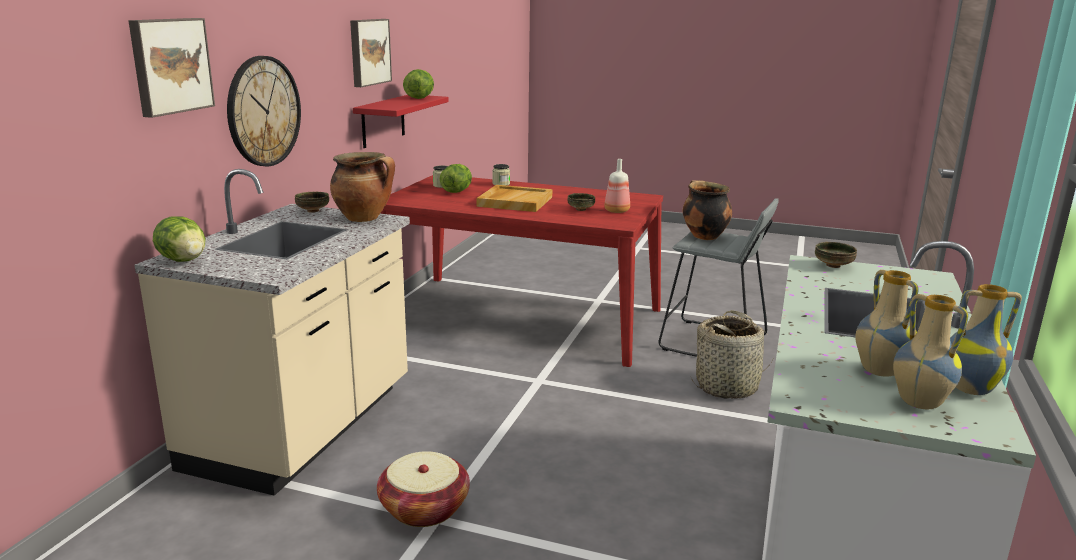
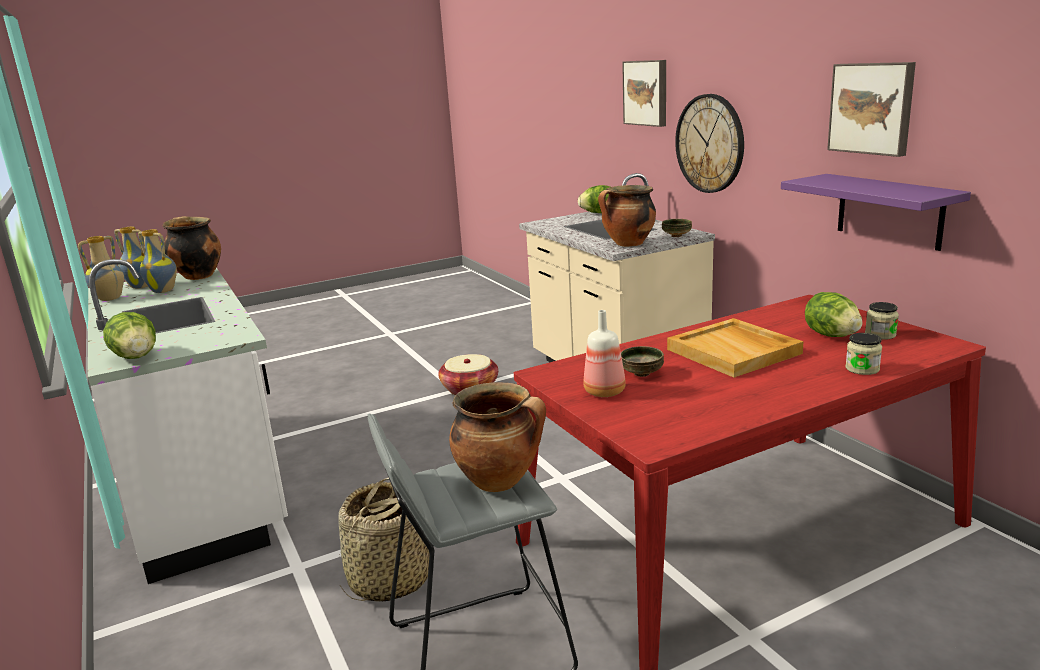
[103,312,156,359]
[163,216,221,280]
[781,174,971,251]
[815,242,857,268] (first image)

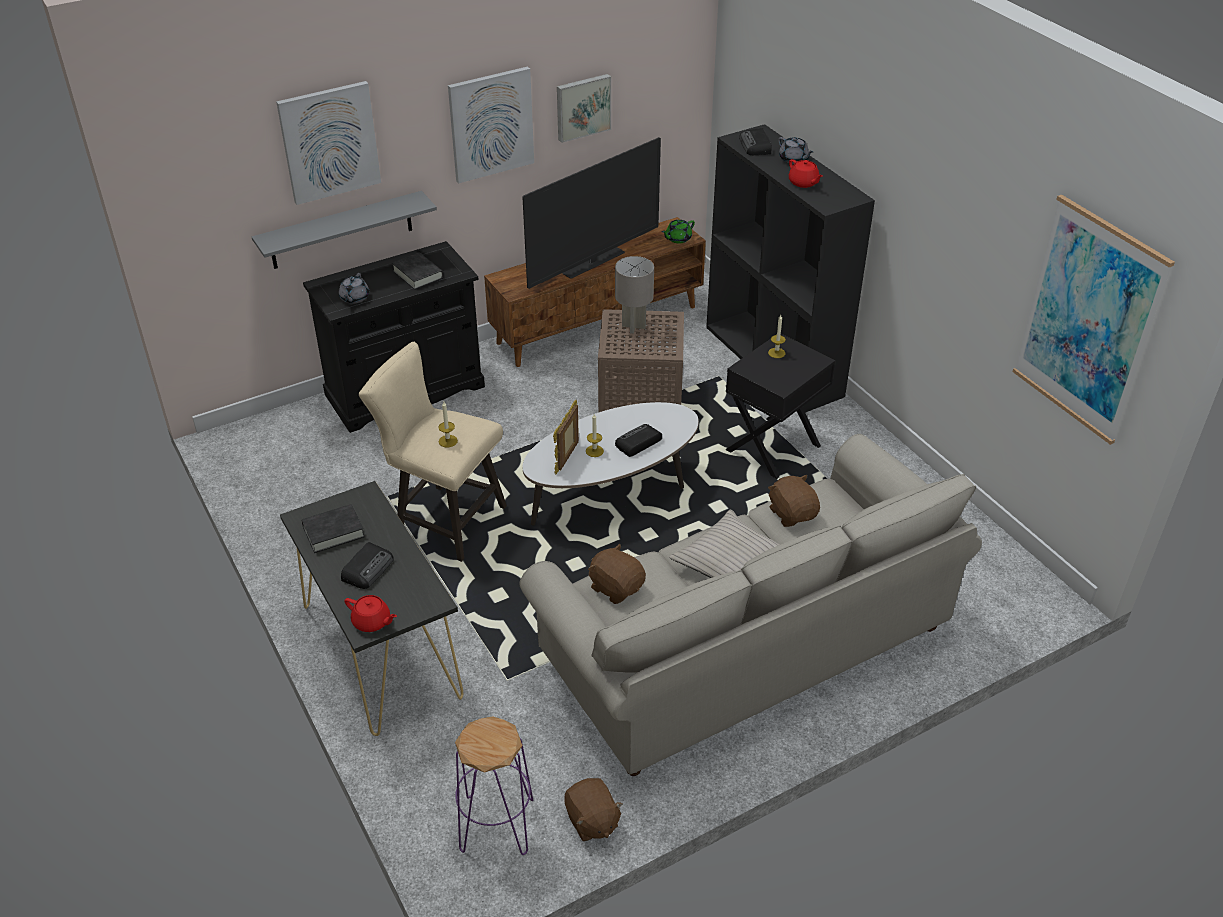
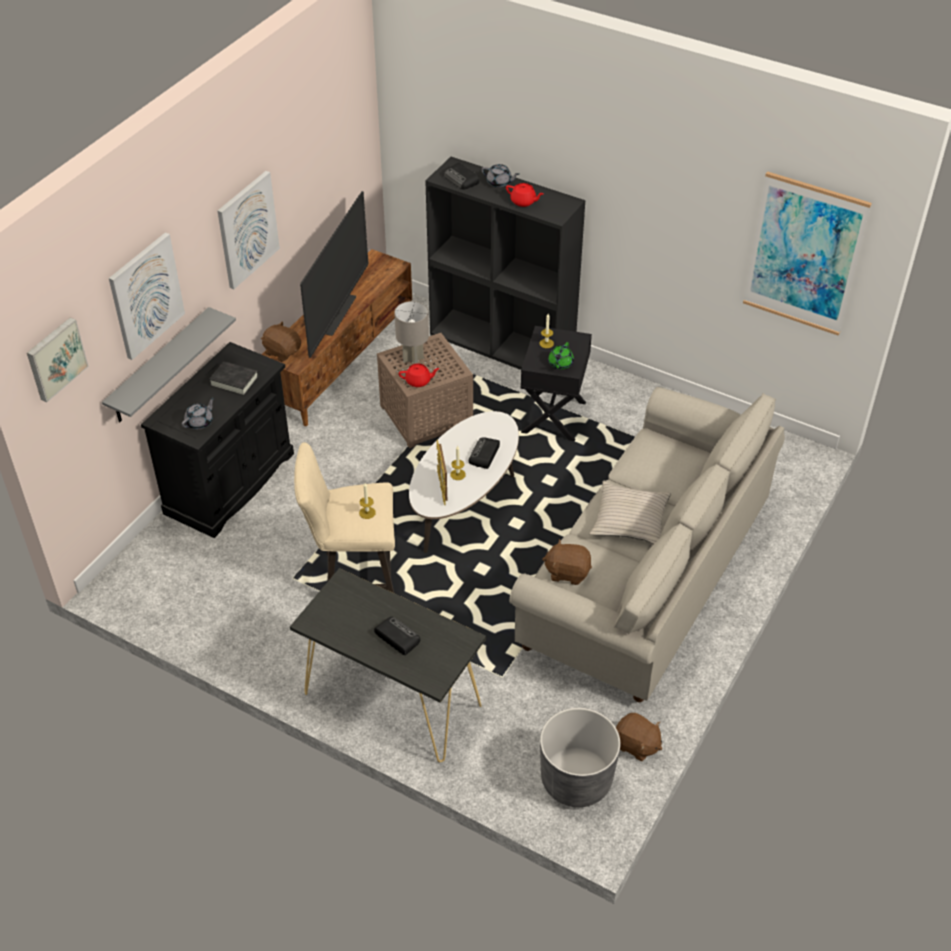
[27,317,89,402]
[182,397,214,429]
[261,321,301,362]
[374,617,420,655]
[399,363,440,387]
[540,708,620,807]
[548,342,574,369]
[301,504,365,553] (first image)

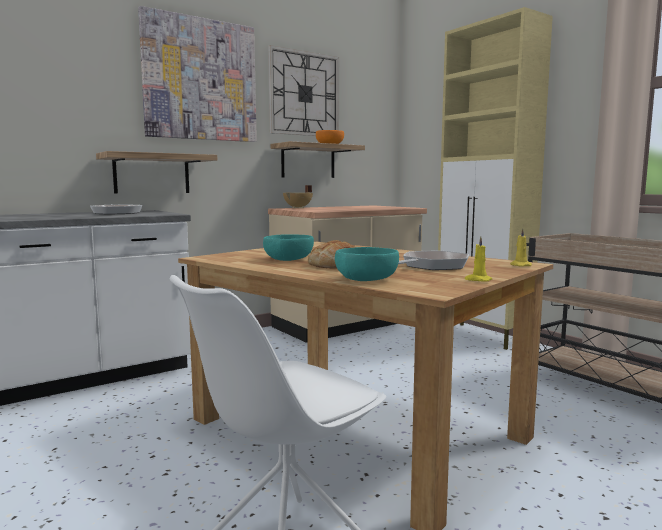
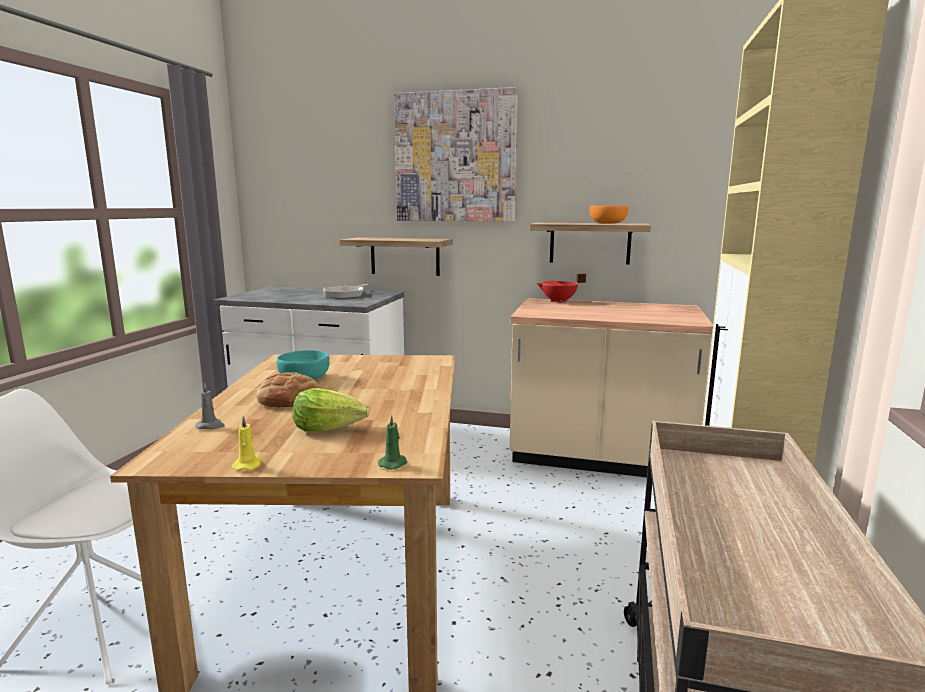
[195,384,225,429]
[293,388,370,432]
[378,415,407,470]
[537,274,586,303]
[268,45,339,136] (first image)

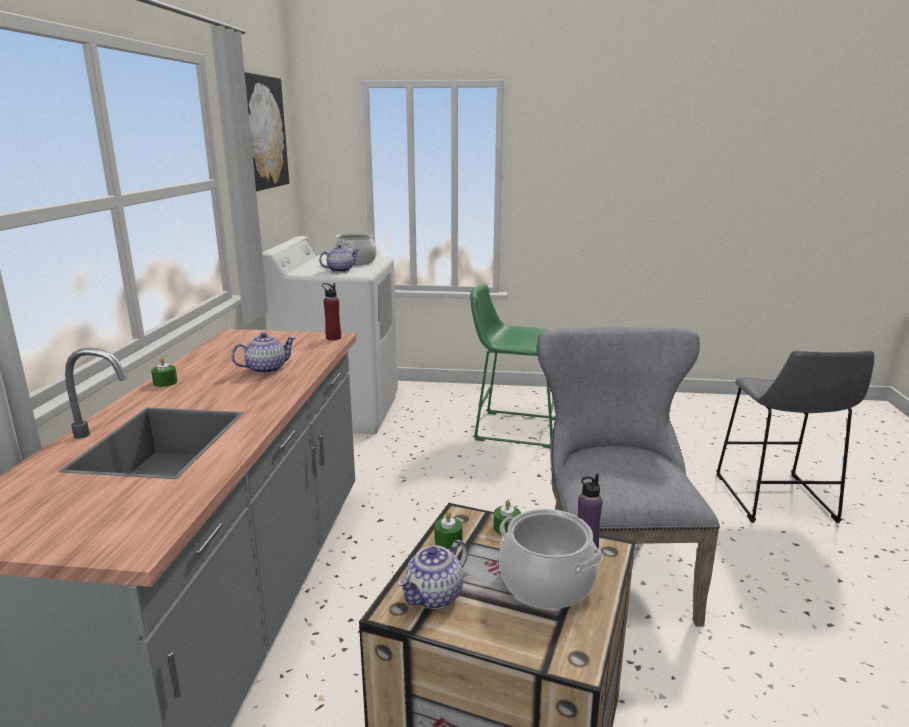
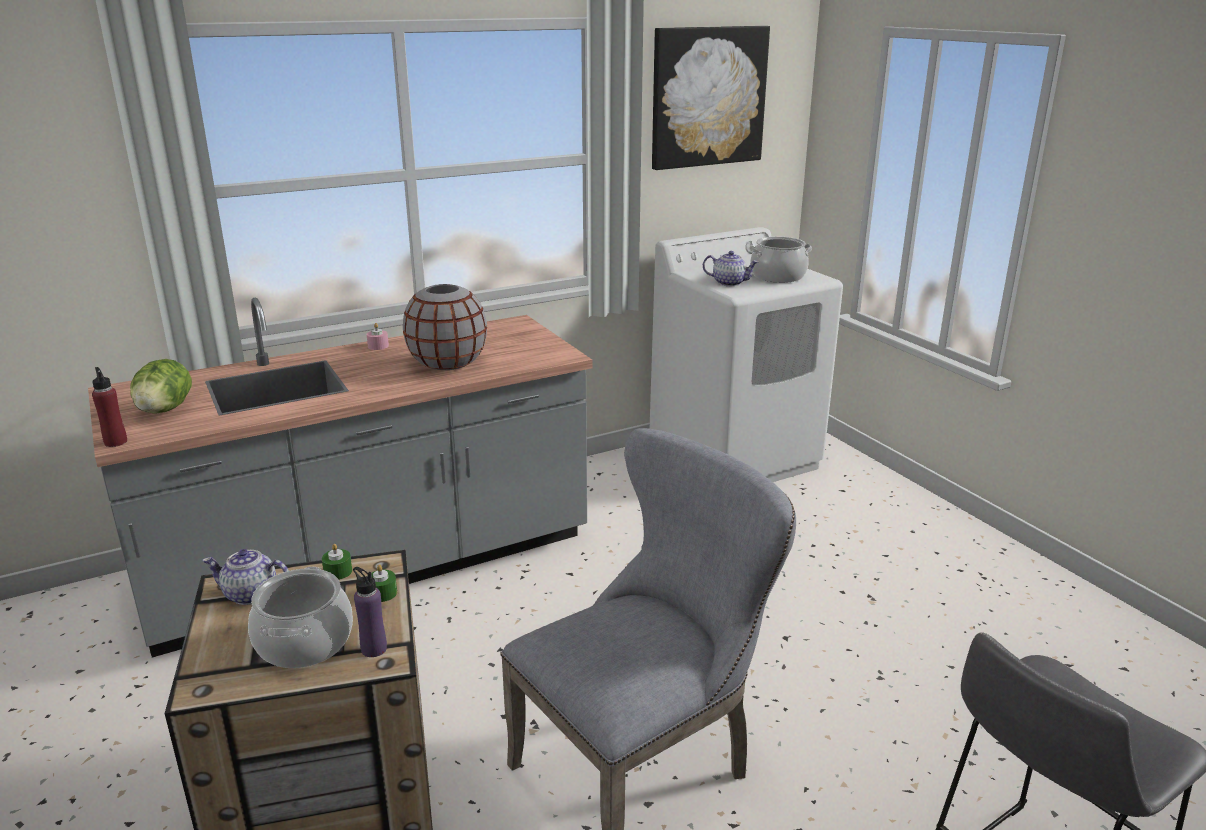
[92,367,127,447]
[130,359,192,414]
[366,323,389,350]
[403,284,487,370]
[470,284,556,448] (first image)

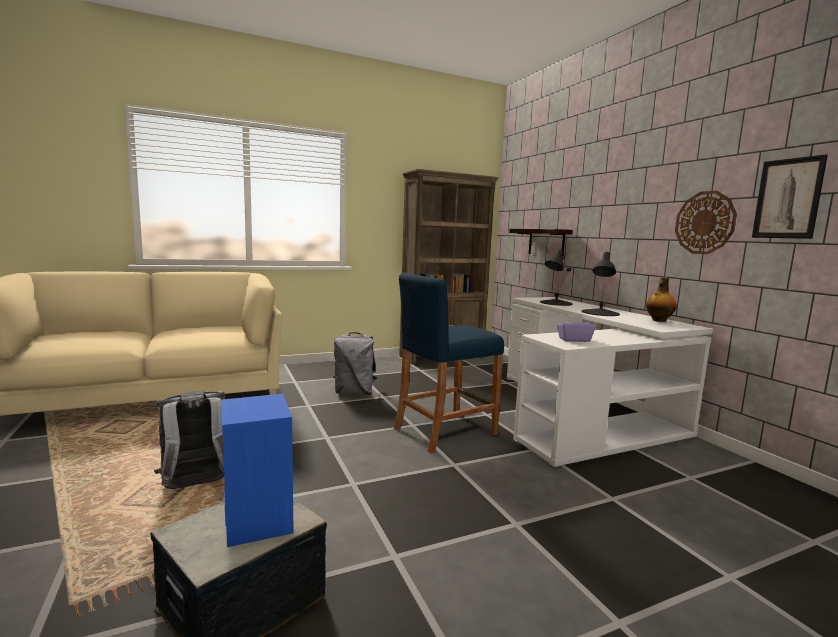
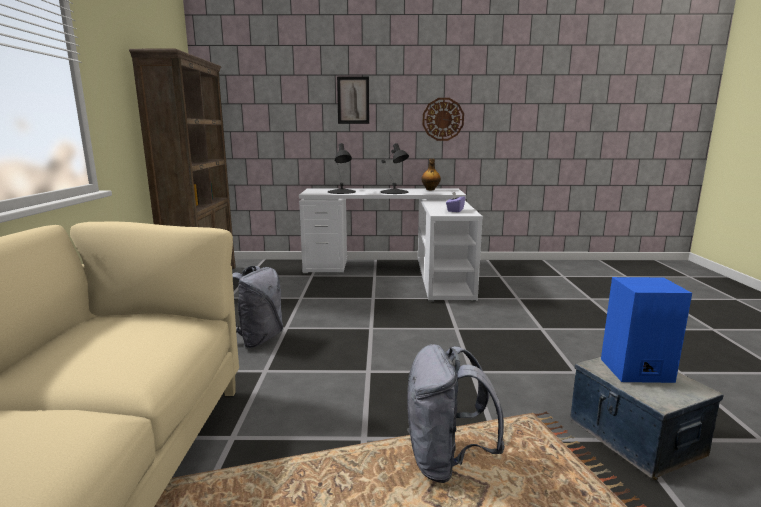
[337,76,369,124]
[394,273,504,453] (first image)
[509,229,573,256] (first image)

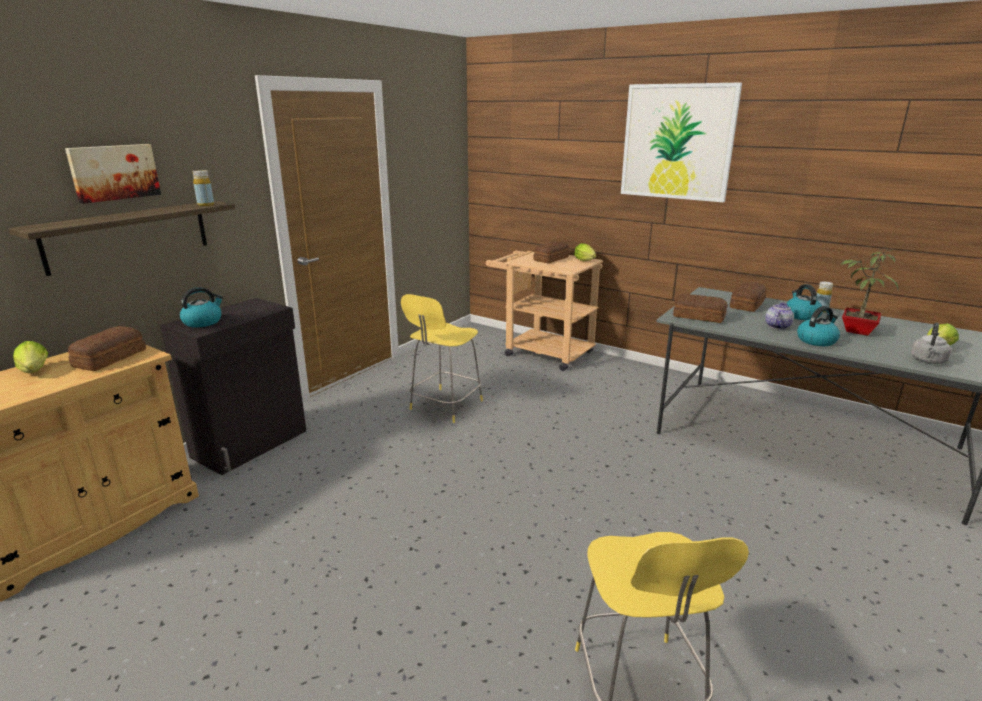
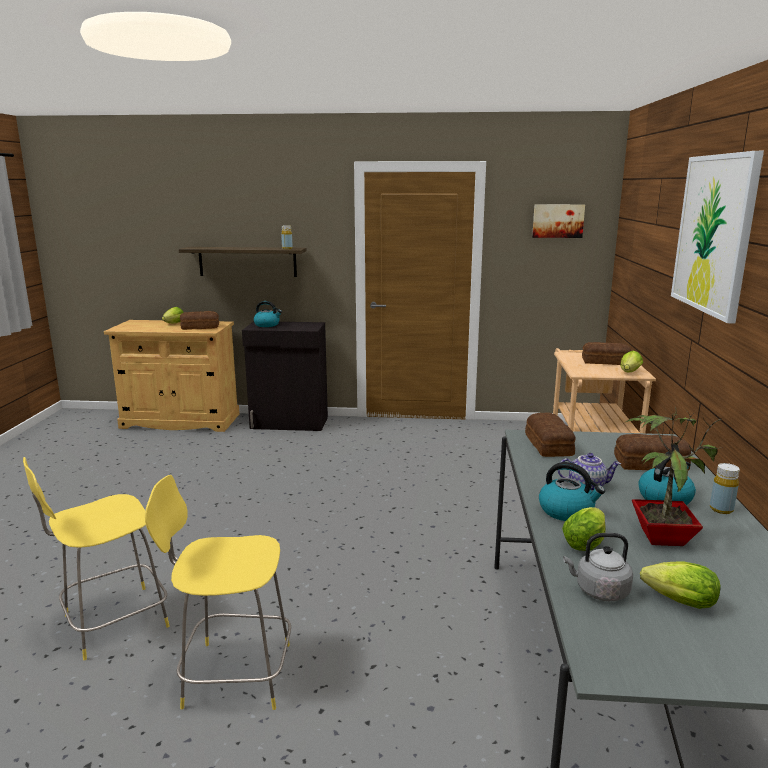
[145,475,291,710]
[532,205,585,238]
[562,507,606,551]

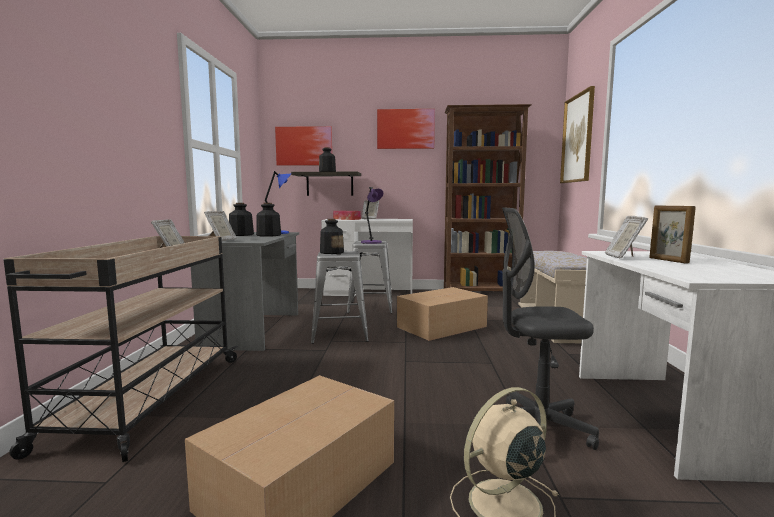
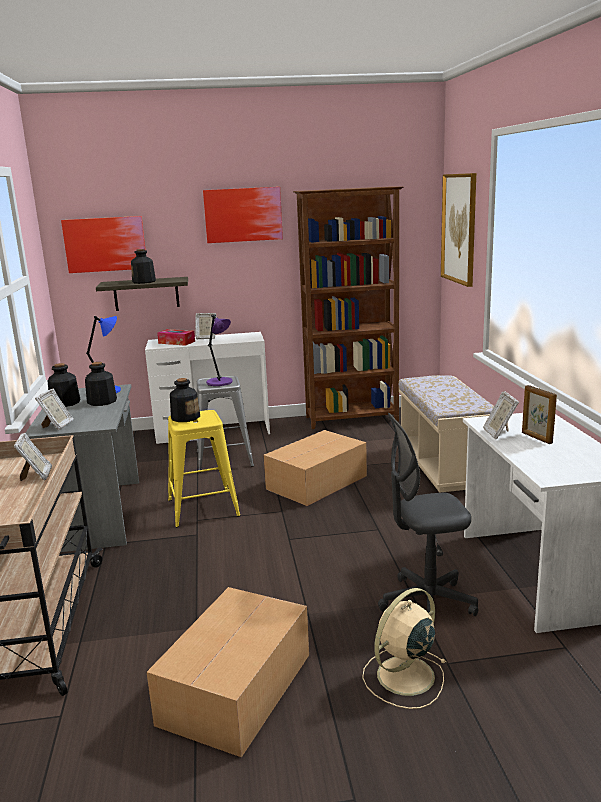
[168,410,240,527]

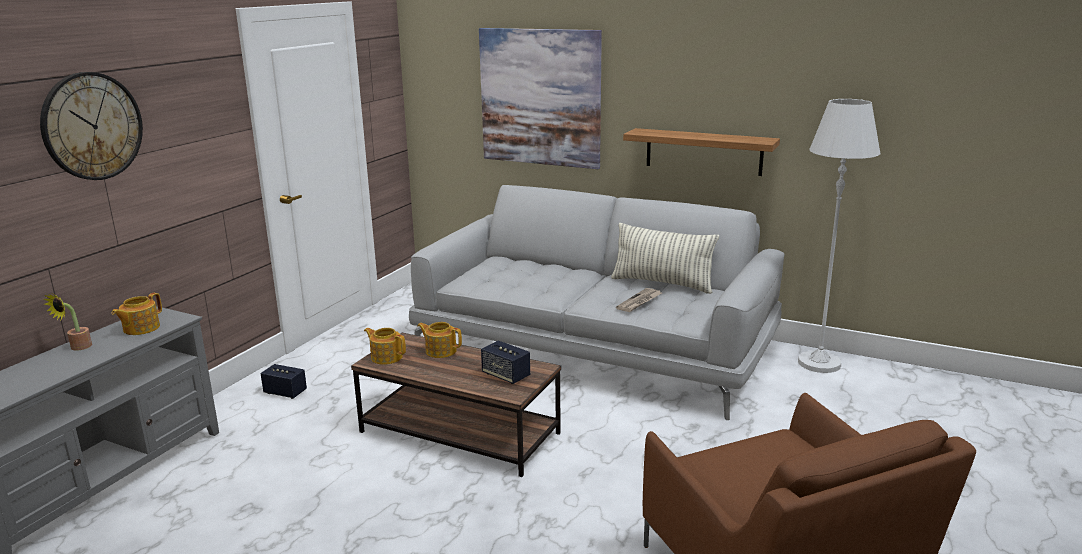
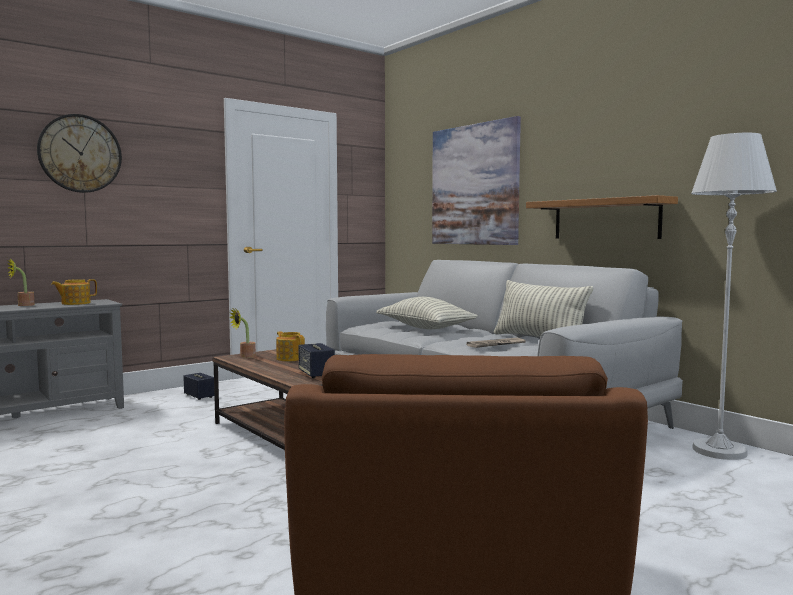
[230,307,256,358]
[376,297,478,329]

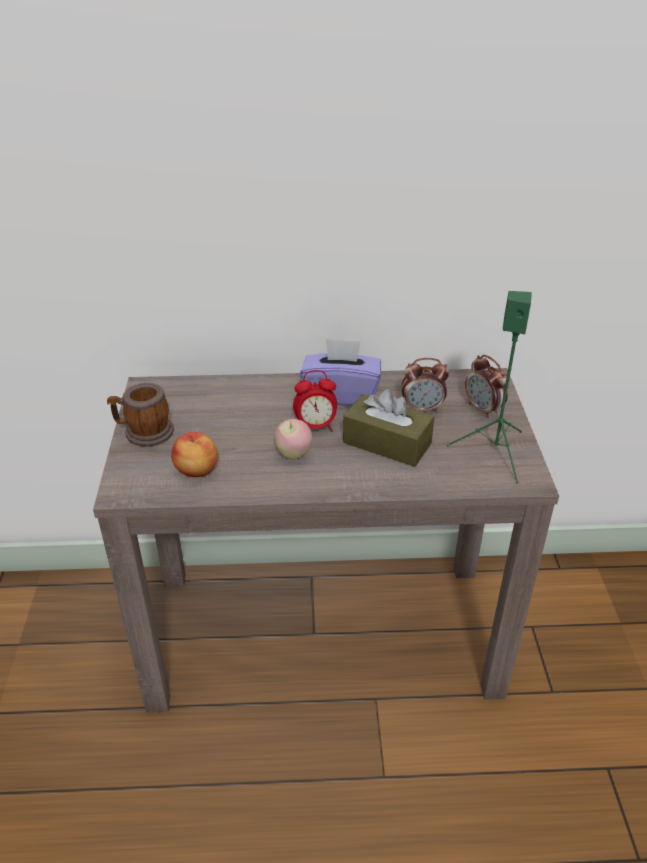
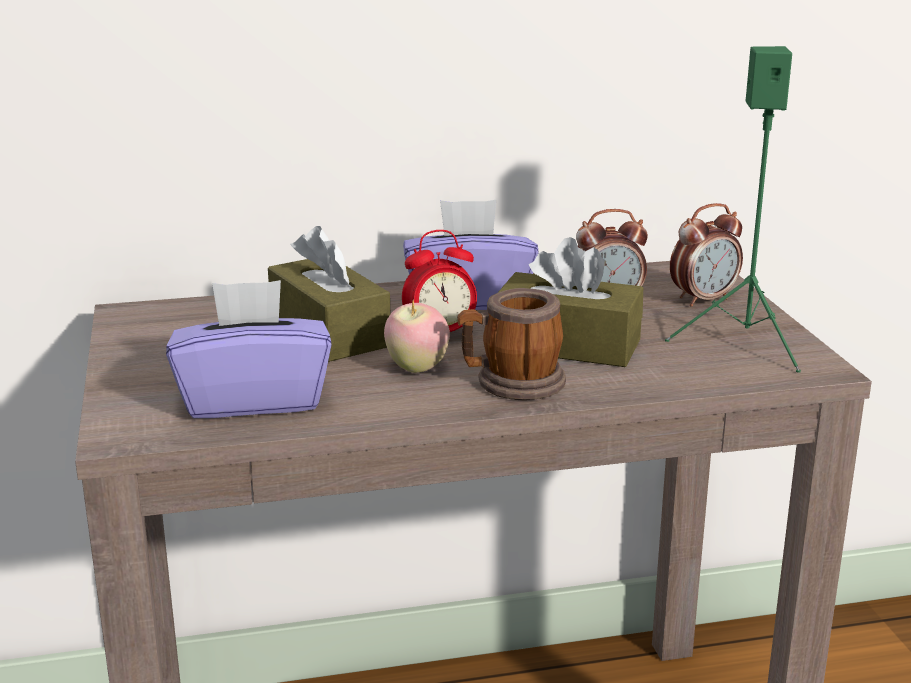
[166,280,332,418]
[268,226,390,362]
[457,288,566,400]
[670,203,743,307]

